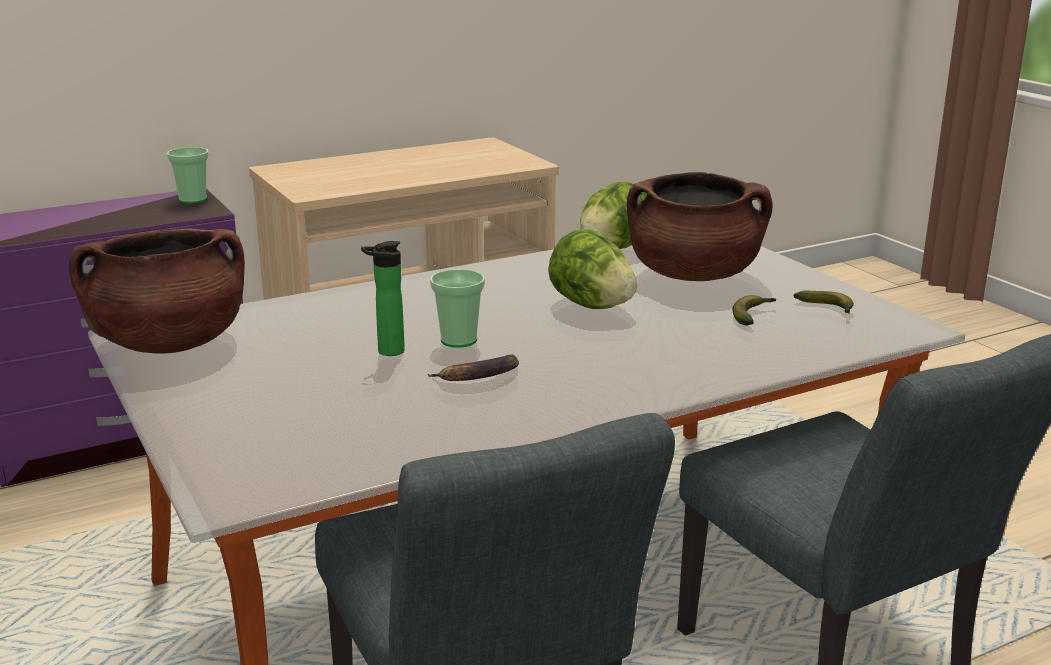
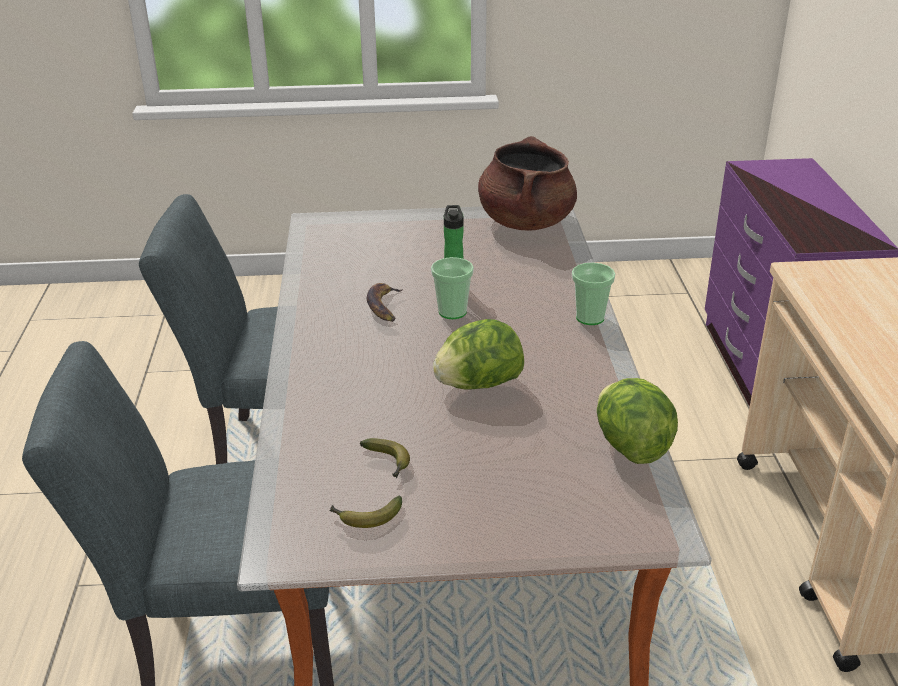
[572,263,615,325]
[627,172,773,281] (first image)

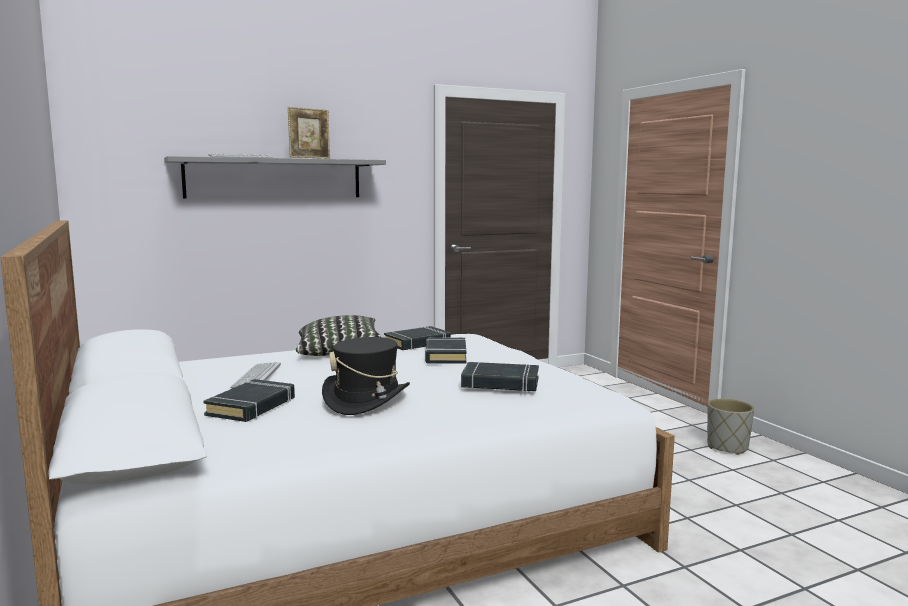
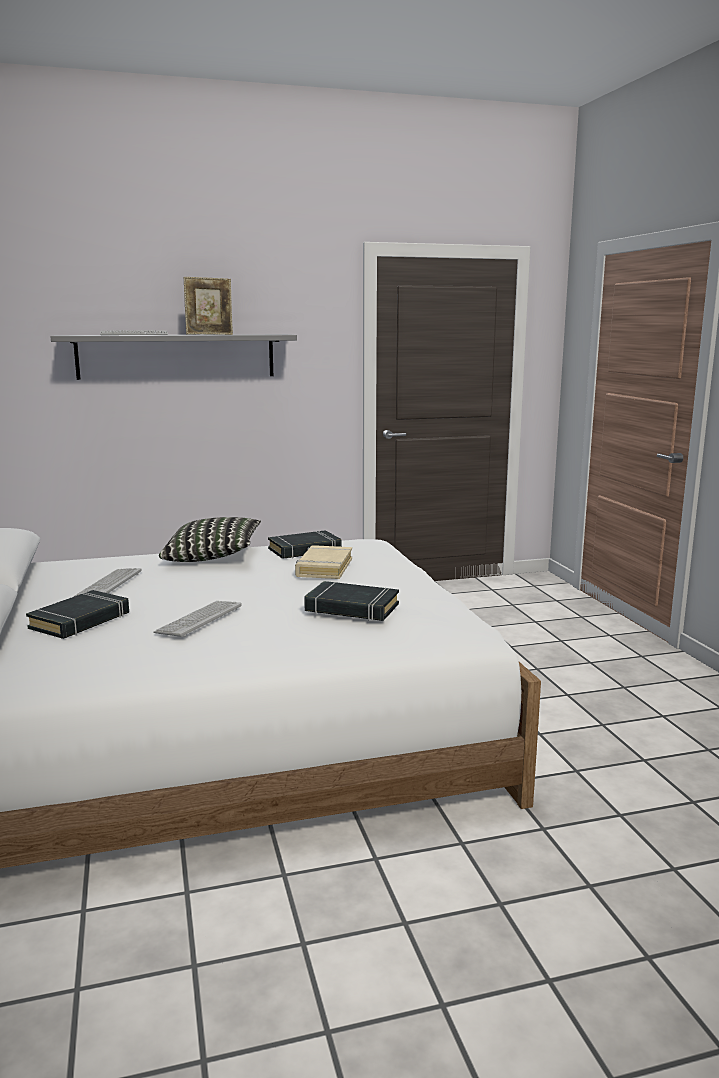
[153,601,242,637]
[295,545,352,579]
[707,399,754,455] (first image)

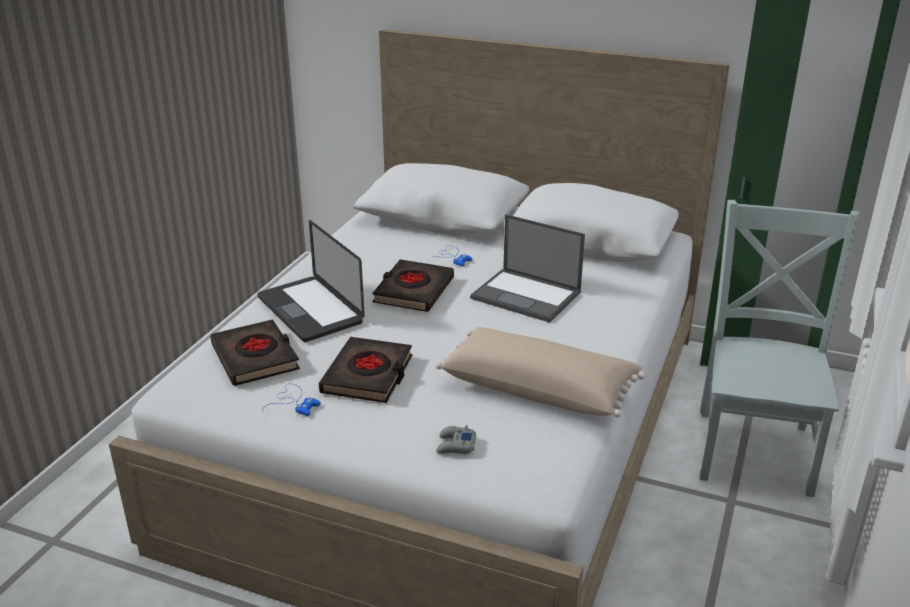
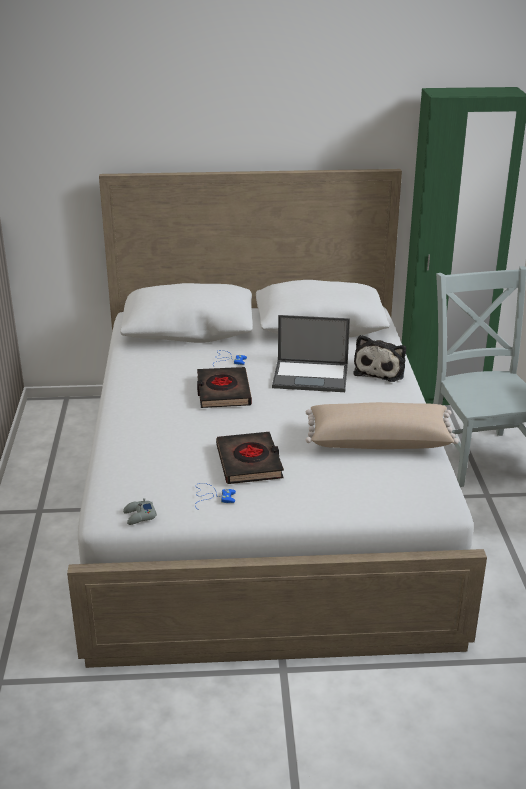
[123,498,157,525]
[353,335,406,382]
[210,319,300,386] (first image)
[257,220,365,342] (first image)

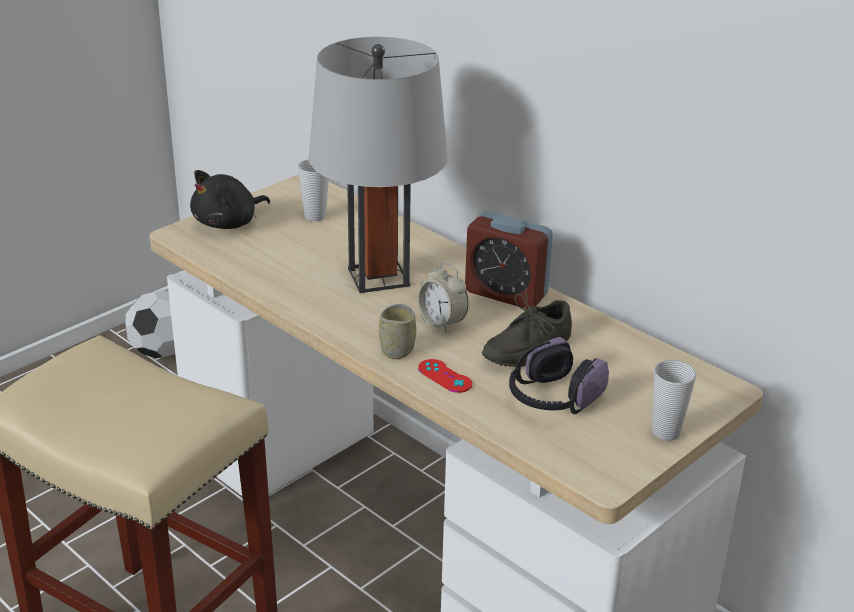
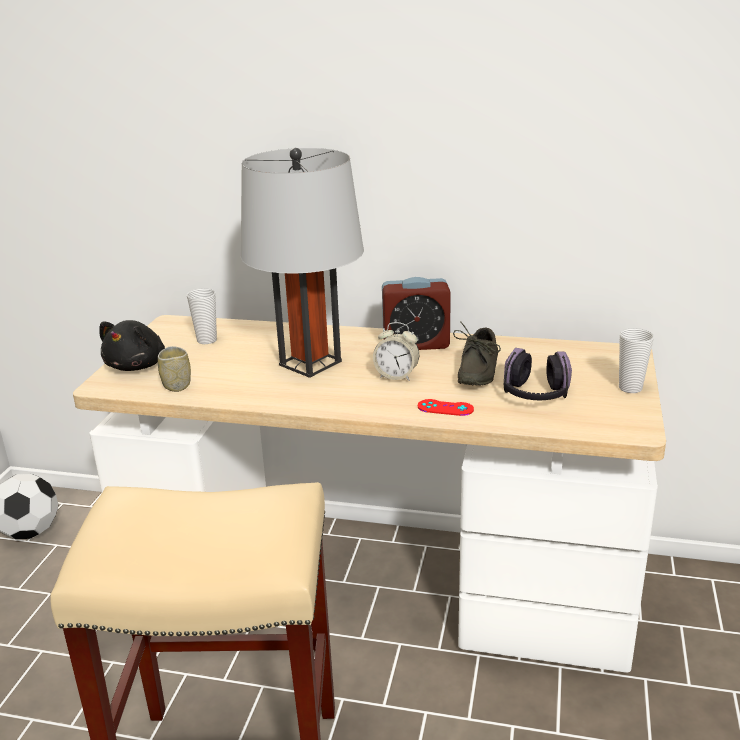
[158,346,191,392]

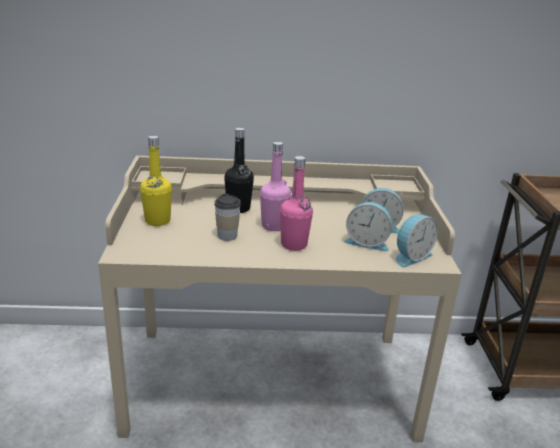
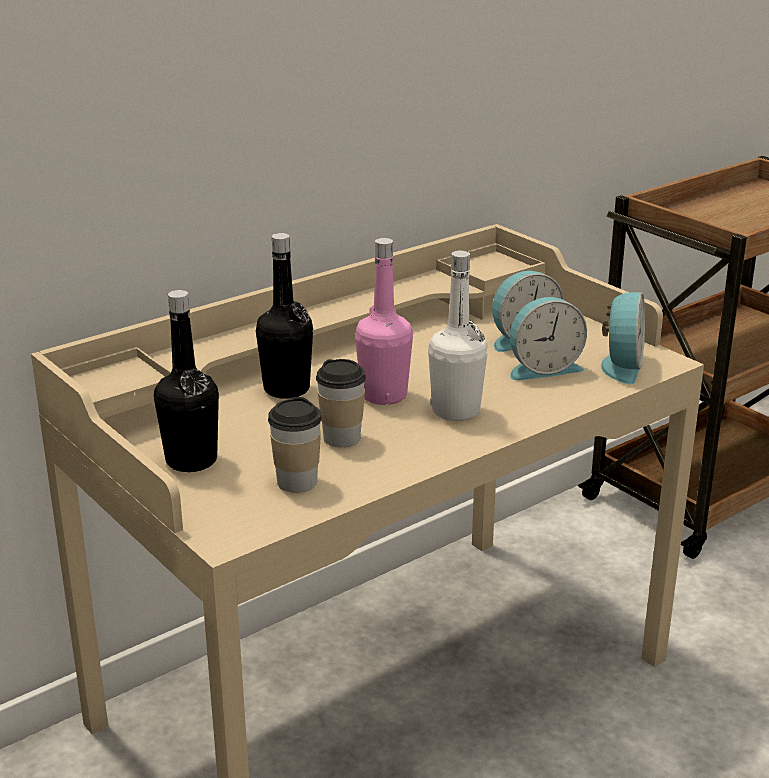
[154,290,219,472]
[268,397,322,492]
[428,251,488,421]

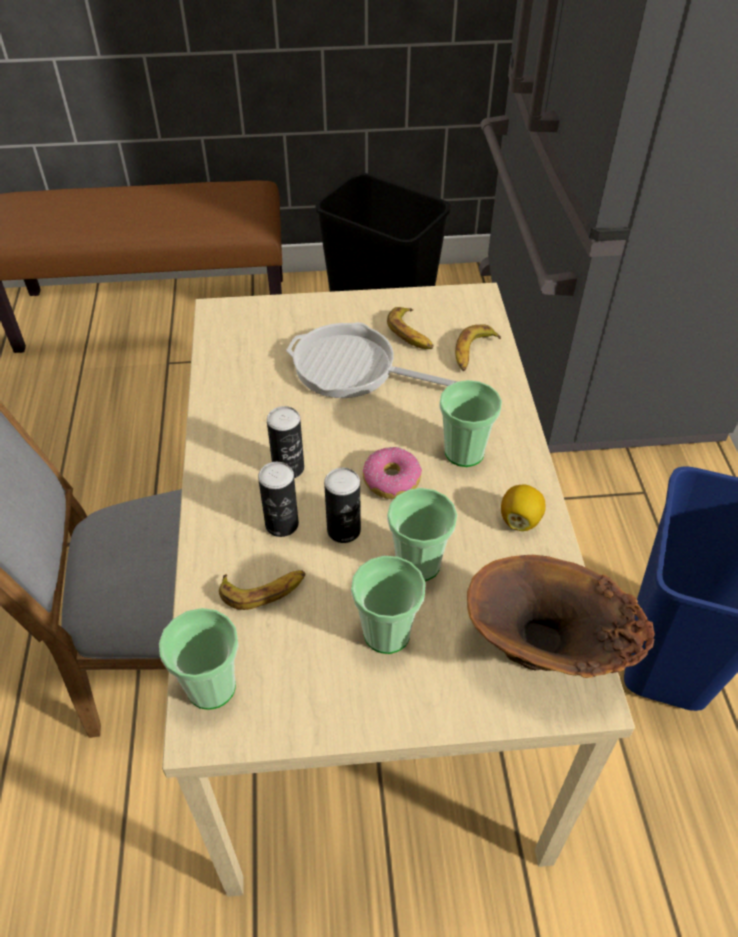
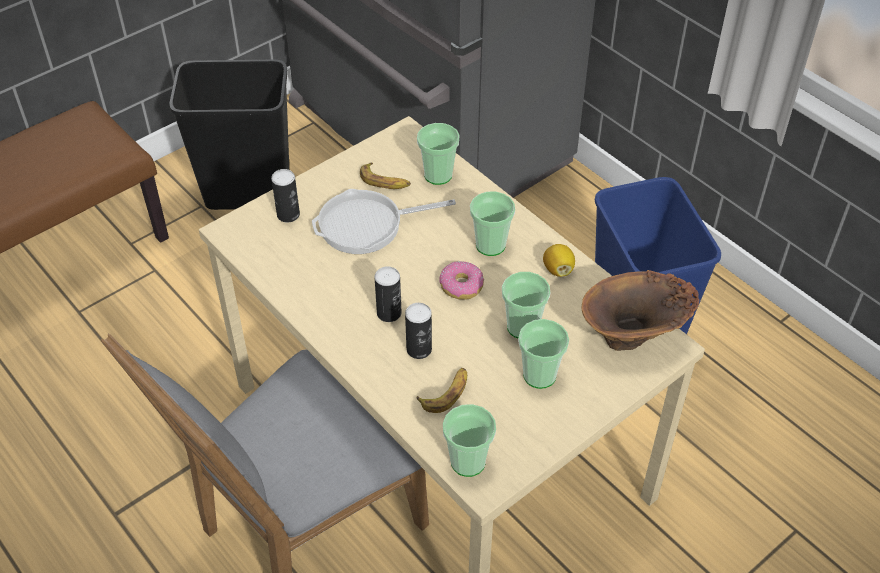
[271,169,300,223]
[417,123,460,185]

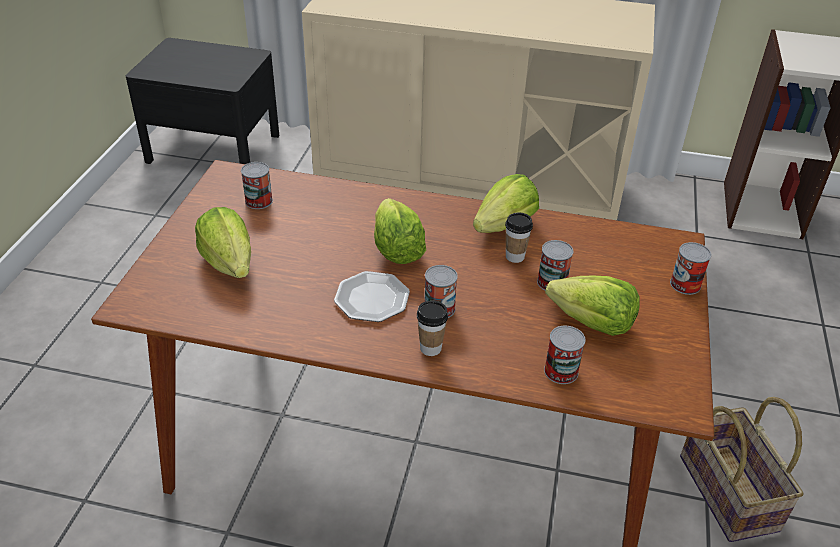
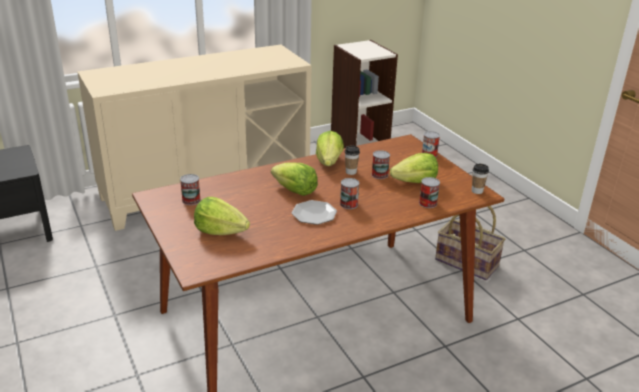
[472,164,489,194]

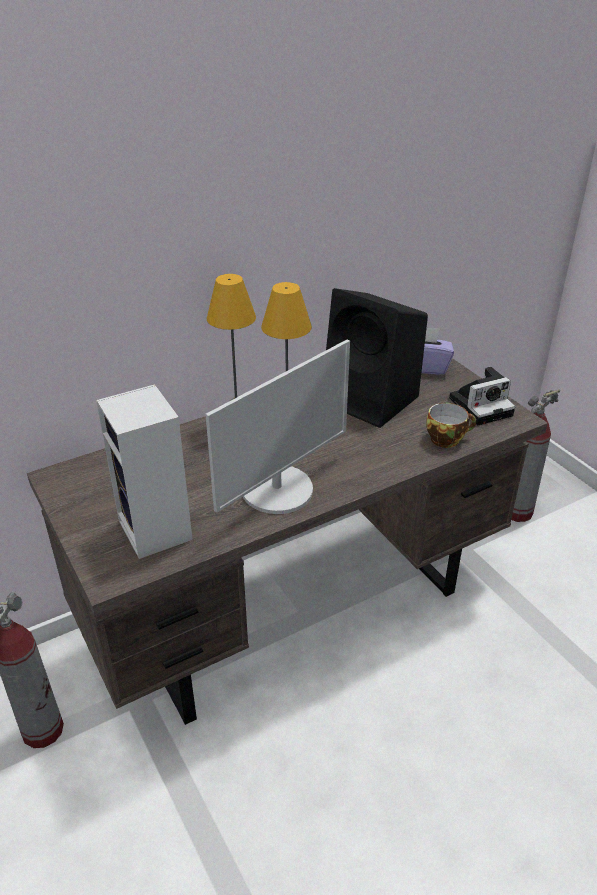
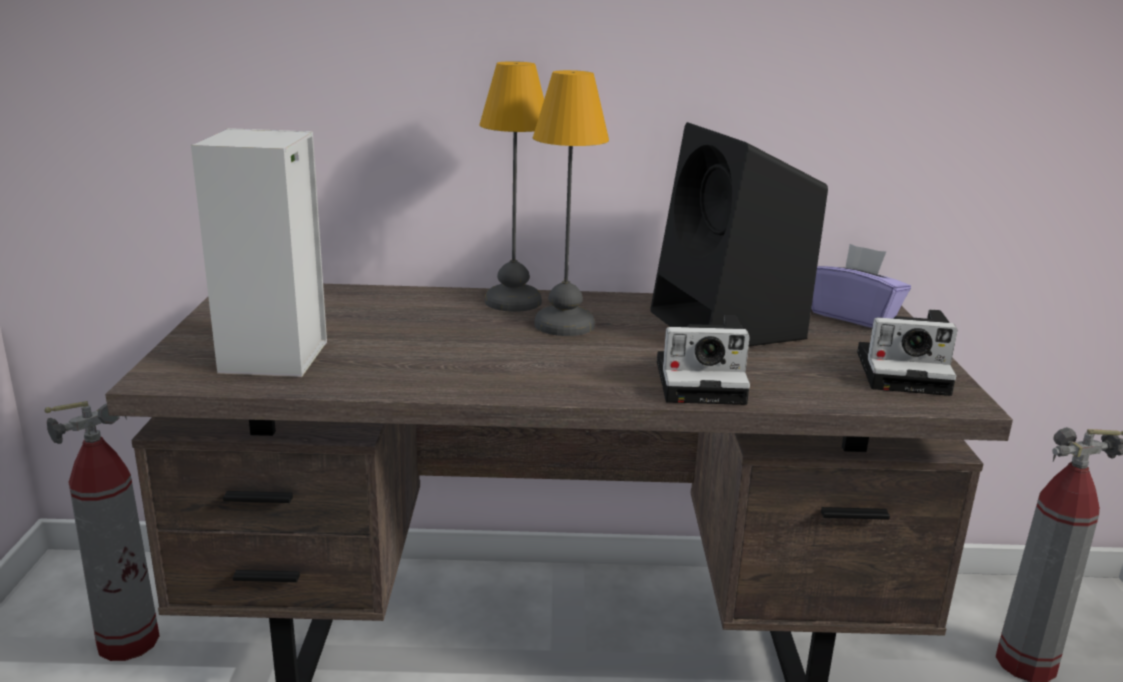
[657,315,750,405]
[205,340,350,514] (first image)
[426,403,476,448] (first image)

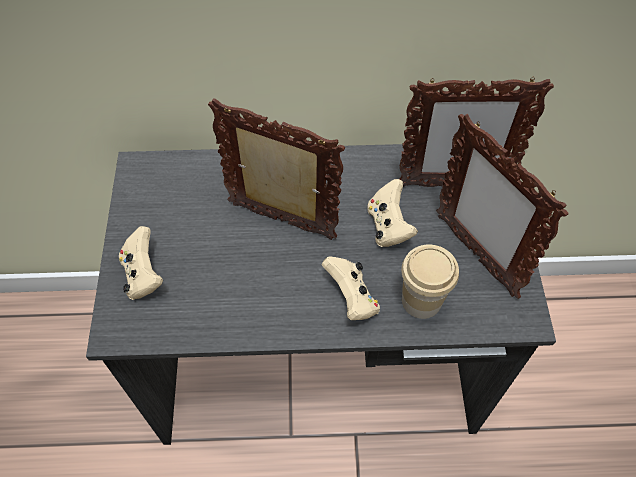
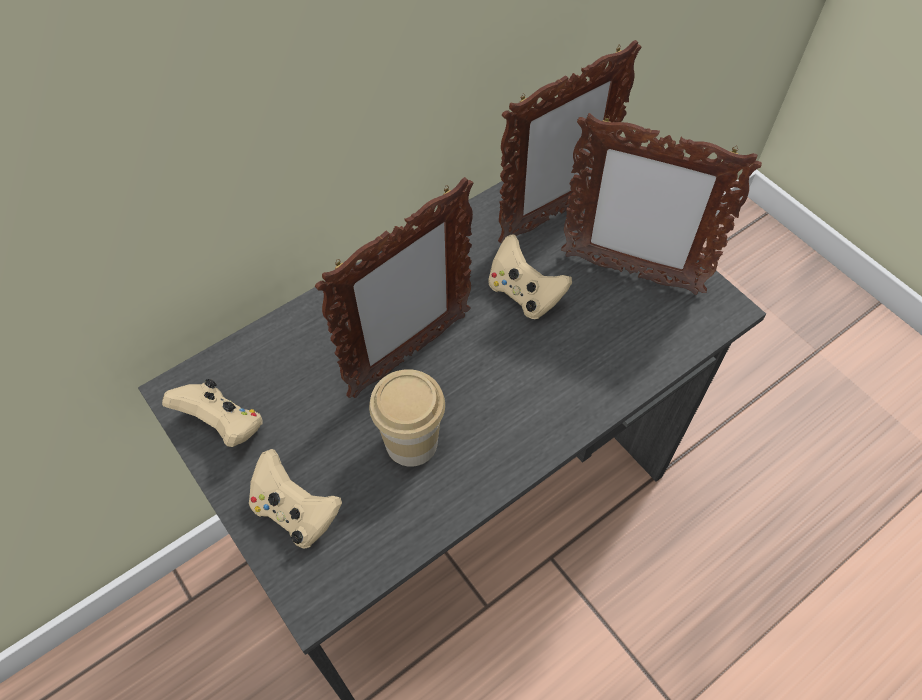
[162,379,263,447]
[315,177,473,398]
[369,369,445,467]

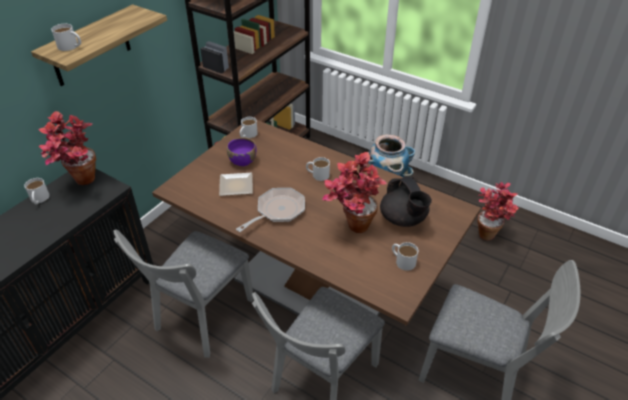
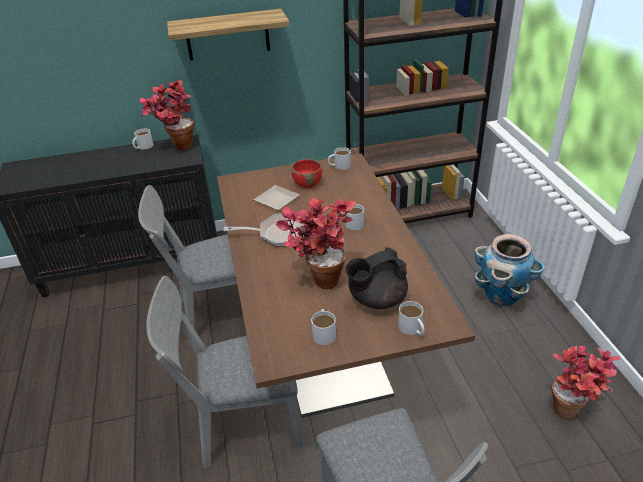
[292,159,322,189]
[345,247,408,309]
[398,301,425,336]

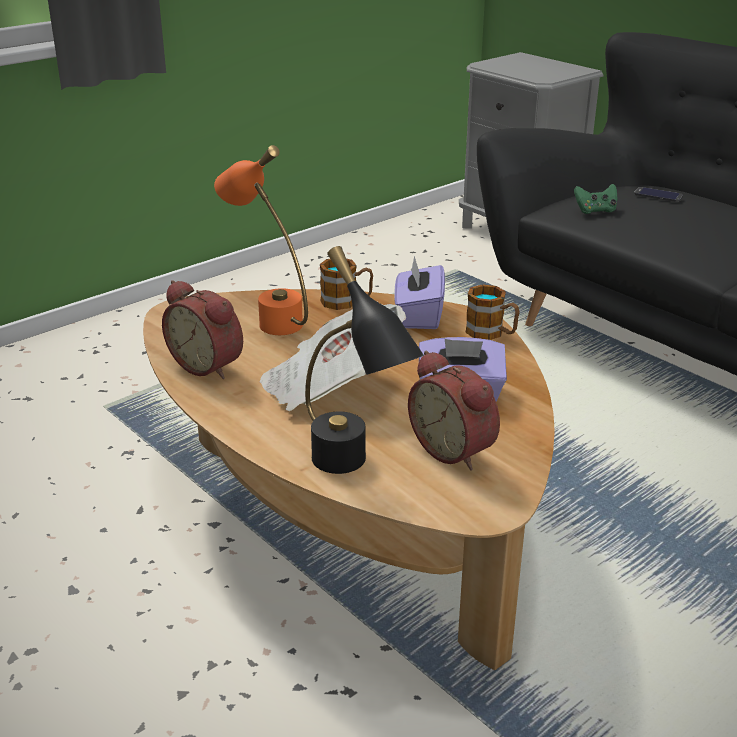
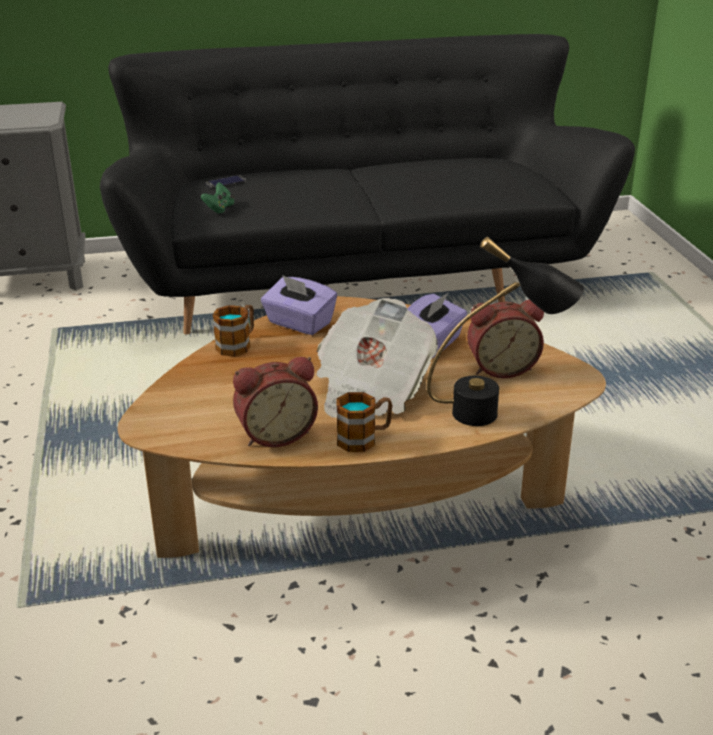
[337,392,392,452]
[214,145,308,335] (first image)

